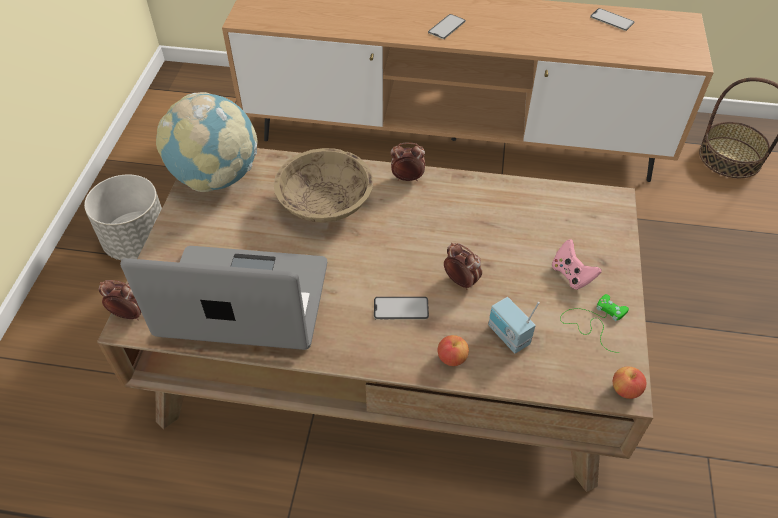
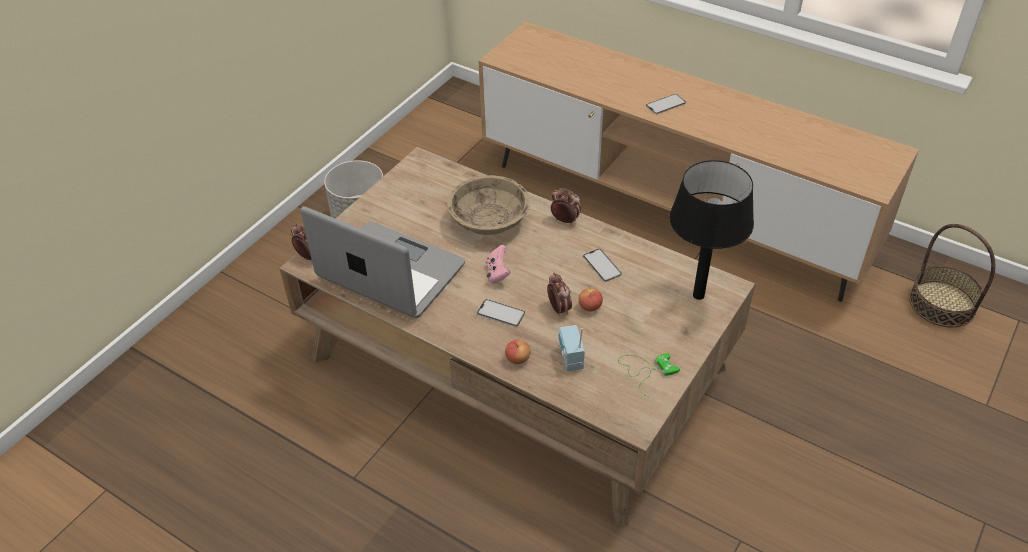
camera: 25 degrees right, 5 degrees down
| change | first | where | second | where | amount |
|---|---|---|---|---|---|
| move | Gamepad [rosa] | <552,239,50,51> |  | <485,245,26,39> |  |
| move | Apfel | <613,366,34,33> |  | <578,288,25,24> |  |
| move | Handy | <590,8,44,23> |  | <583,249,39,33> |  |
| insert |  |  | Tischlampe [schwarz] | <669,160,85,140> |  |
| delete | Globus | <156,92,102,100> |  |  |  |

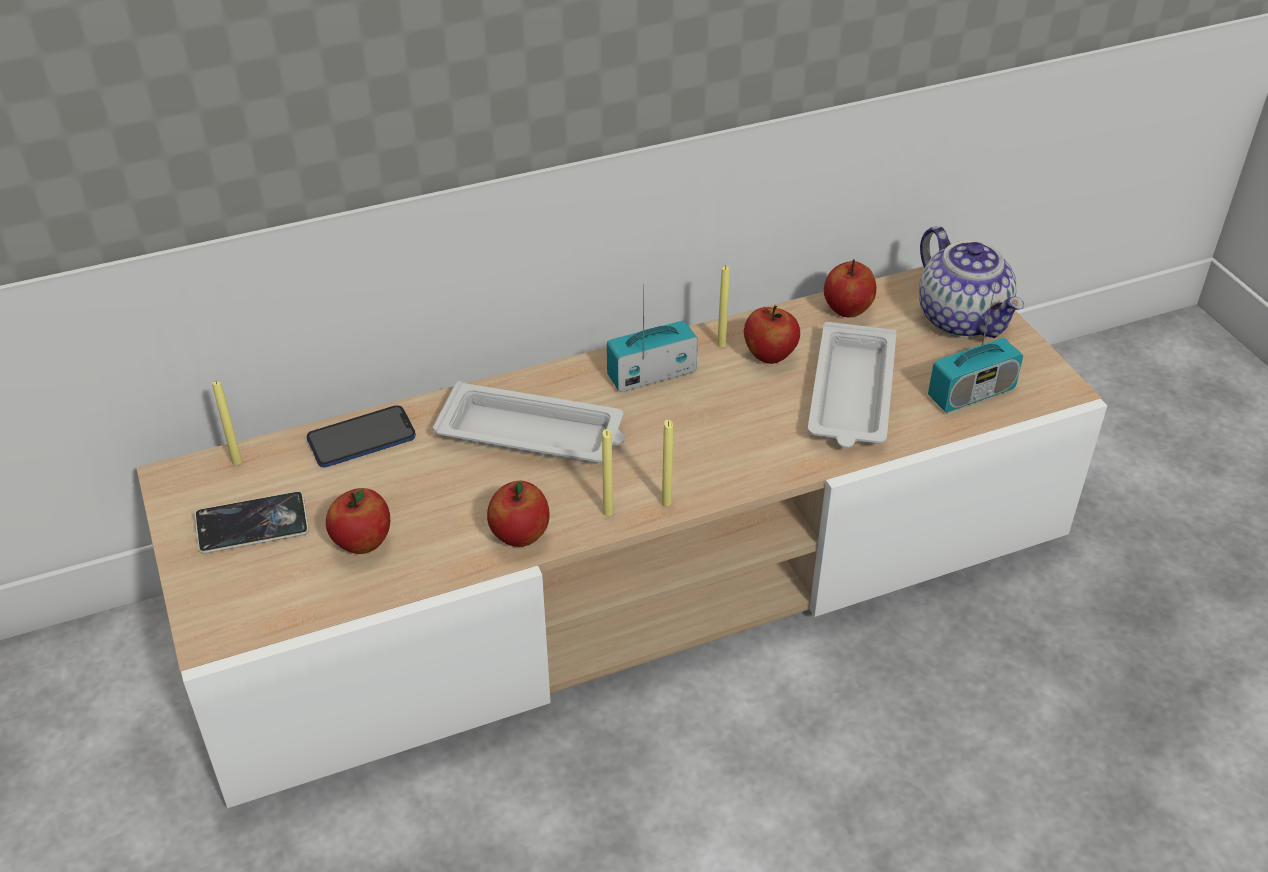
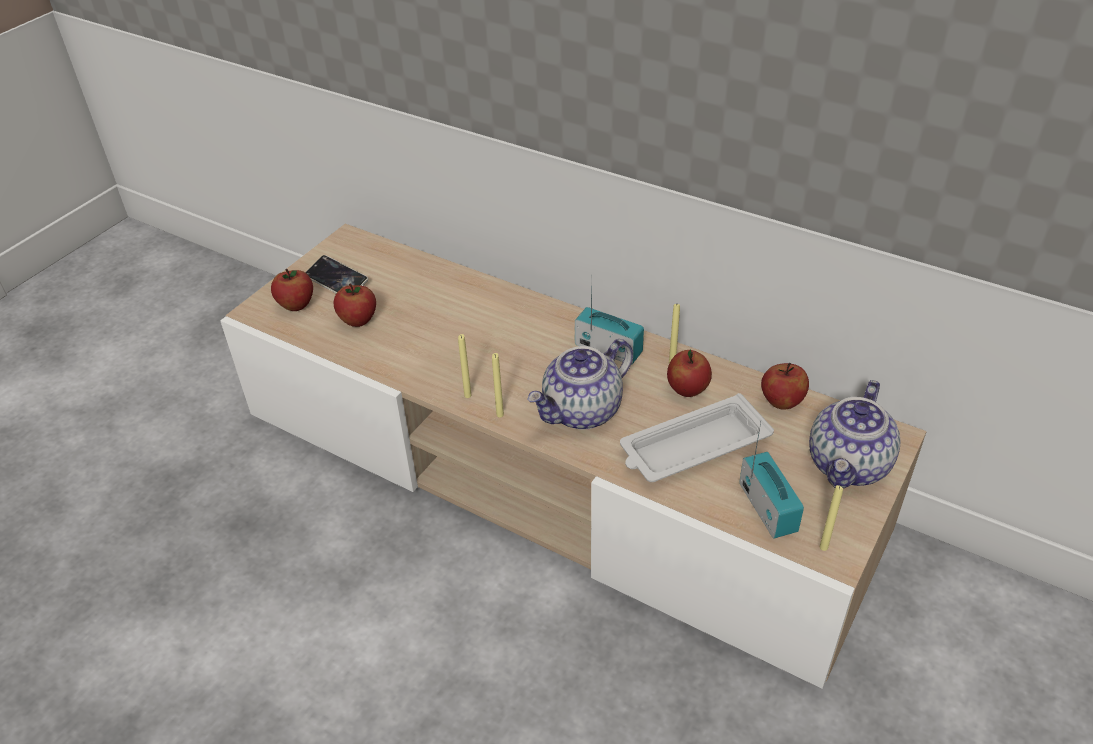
camera: 55 degrees right, 0 degrees up
| change | first | where | second | where | amount |
|---|---|---|---|---|---|
| move | Apfel | <487,481,63,66> |  | <271,269,42,42> |  |
| insert |  |  | Teekanne | <527,339,106,90> |  |
| rotate | Radio | <928,275,95,137> |  | <740,422,64,117> | 135 degrees counterclockwise |
| move | Kerze [gelb] | <212,382,30,83> |  | <819,485,24,66> |  |
| delete | Handy | <307,405,109,63> |  |  |  |
| delete | Tablett [weiß] | <433,381,192,82> |  |  |  |

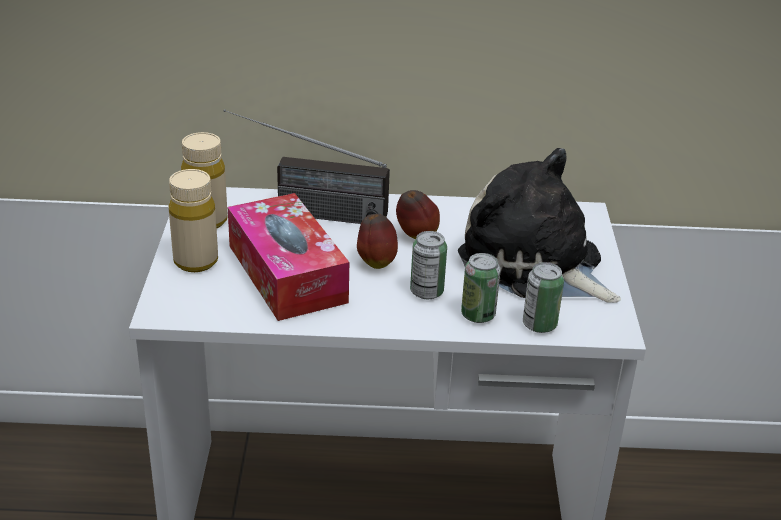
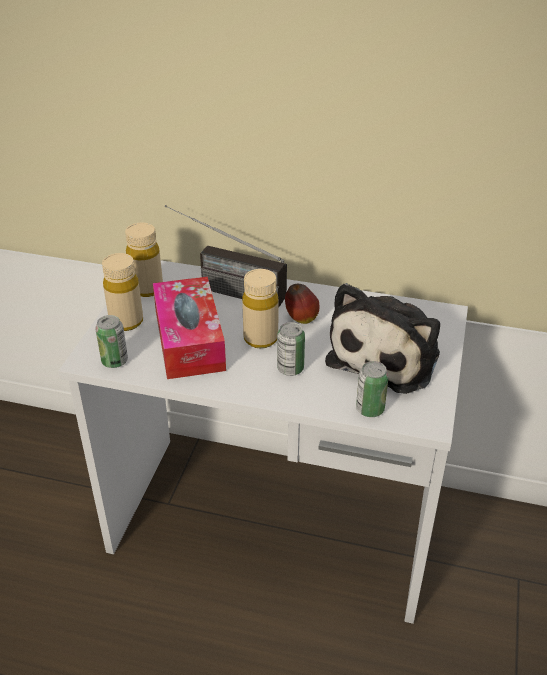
camera: 15 degrees right, 5 degrees up
| change | first | where | second | where | amount |
|---|---|---|---|---|---|
| move | Dose | <461,253,40,70> |  | <95,315,33,53> |  |
| replace | Apfel | <357,214,41,55> | Flasche [beige] | <242,269,36,79> |  |
| rotate | Plüschtier | <458,148,163,155> |  | <325,283,115,111> | 120 degrees counterclockwise |

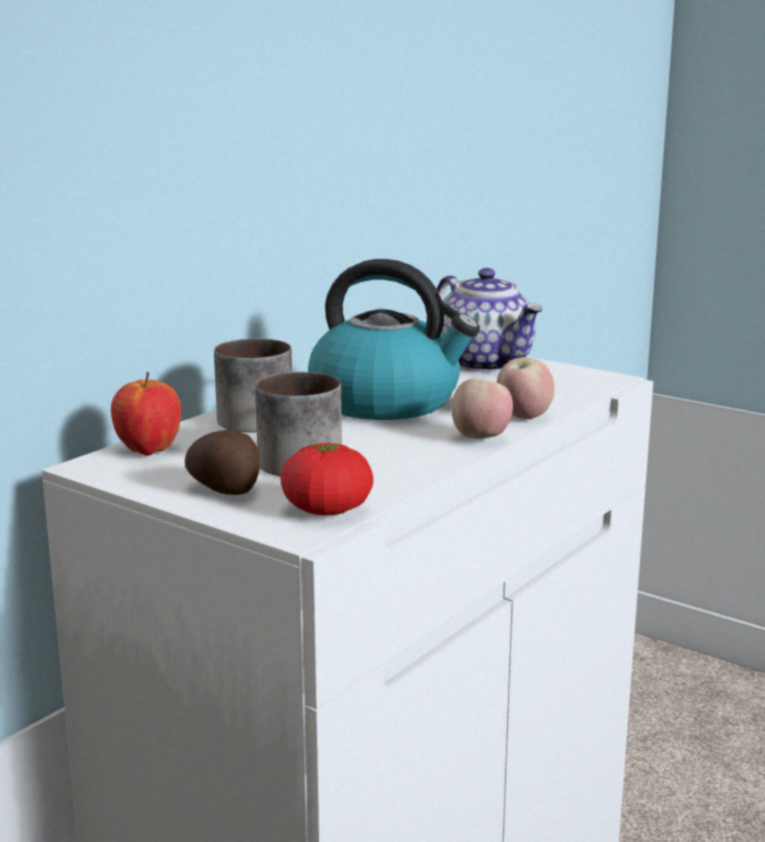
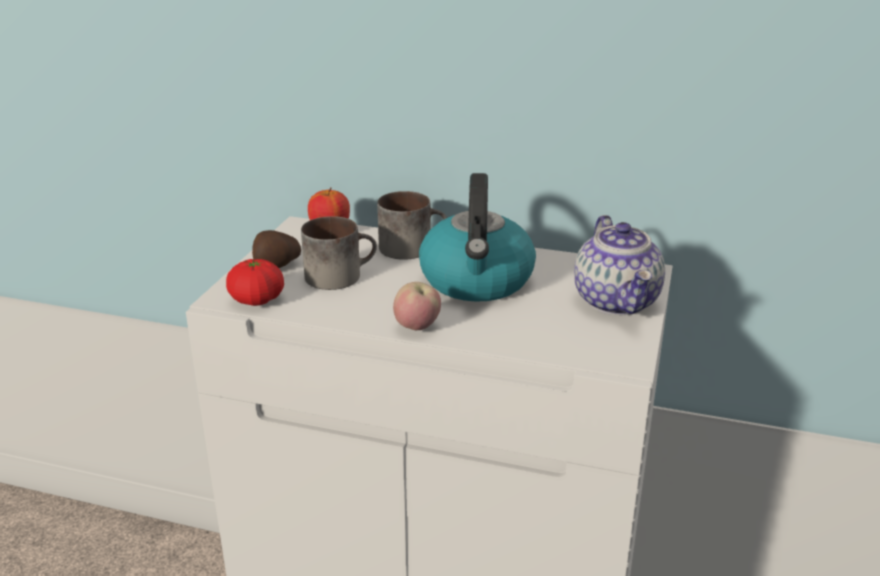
camera: 70 degrees right, 10 degrees up
| change | first | where | second | where | amount |
|---|---|---|---|---|---|
| rotate | Teekanne | <437,268,106,104> |  | <574,215,91,100> | 45 degrees counterclockwise |
| delete | Apfel | <497,357,58,62> |  |  |  |

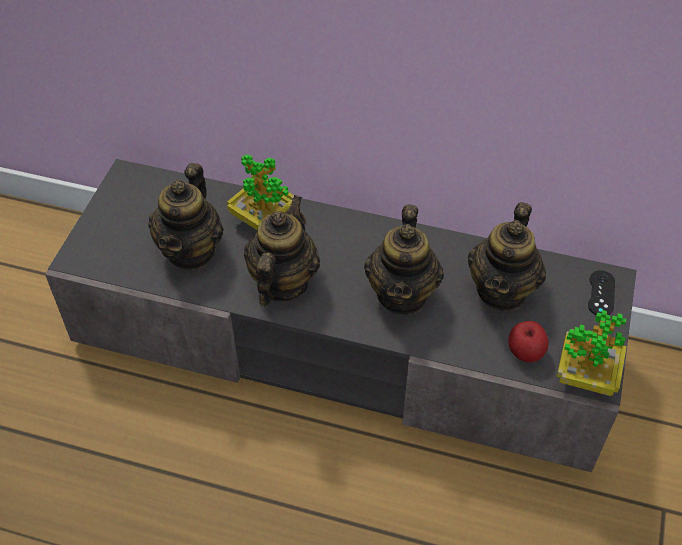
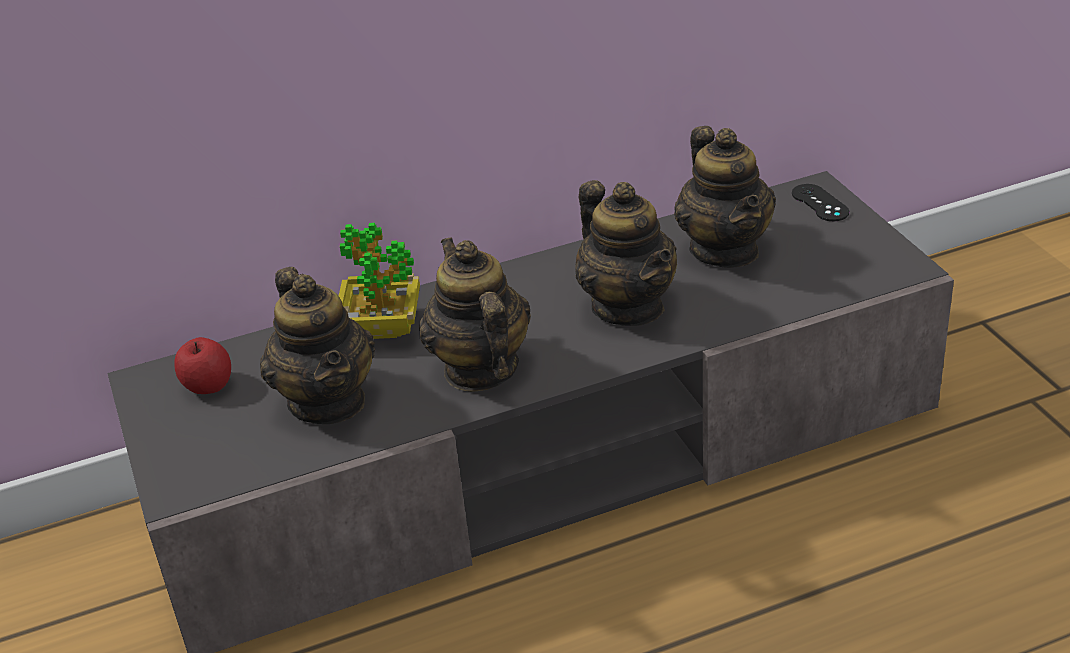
camera: 35 degrees left, 15 degrees down
| change | first | where | second | where | amount |
|---|---|---|---|---|---|
| move | Apfel | <509,321,40,42> |  | <174,337,57,57> |  |
| delete | Topfpflanze | <556,310,71,86> |  |  |  |

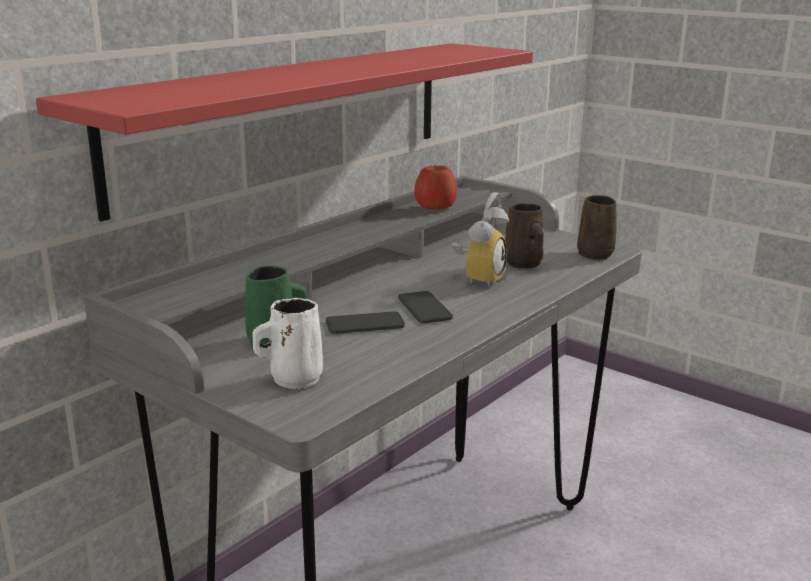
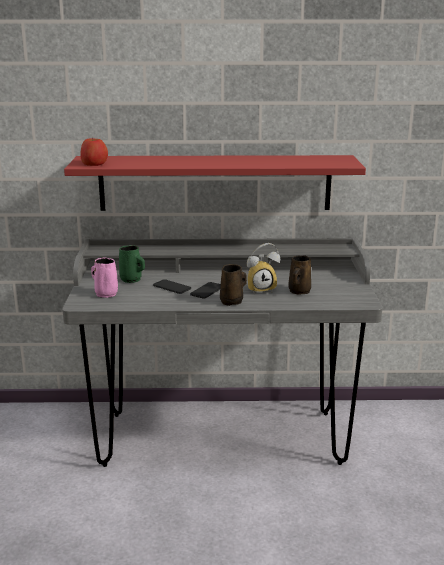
camera: 50 degrees right, 0 degrees up
| change | first | where | second | where | amount |
|---|---|---|---|---|---|
| move | Apfel | <414,165,43,44> |  | <81,137,27,29> |  |
| recolor | Henkelbecher [weiß] | <253,298,70,92> | Henkelbecher [rosa] | <91,257,27,41> |  |
| move | Henkelbecher [braun] | <577,195,40,65> |  | <220,264,27,42> |  |

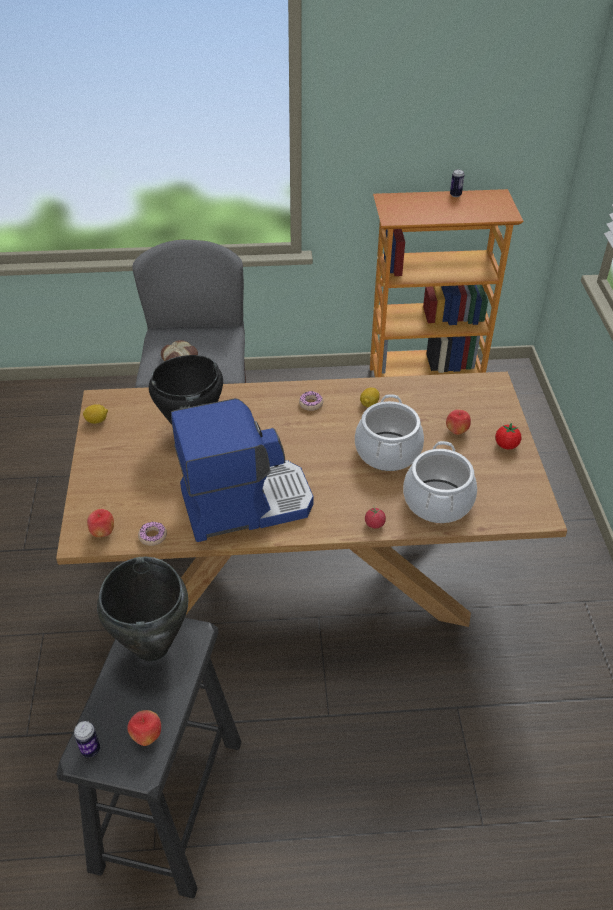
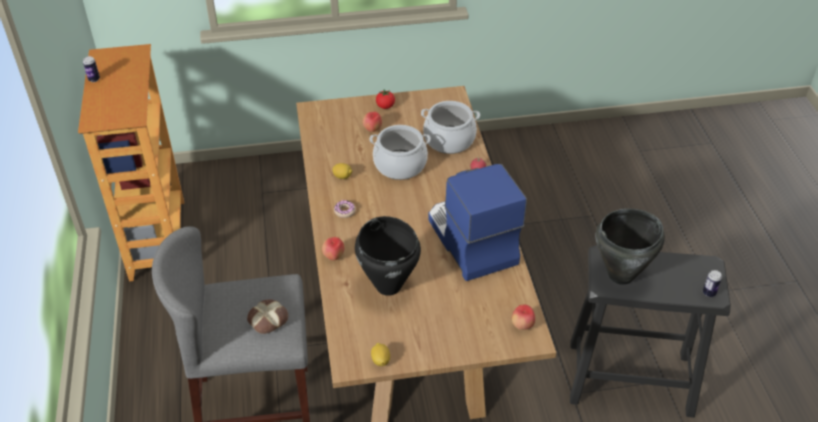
camera: 95 degrees left, 0 degrees up
| change | first | where | second | where | amount |
|---|---|---|---|---|---|
| move | Apfel | <127,710,34,36> |  | <322,237,23,24> |  |
| delete | Donut | <138,522,29,24> |  |  |  |

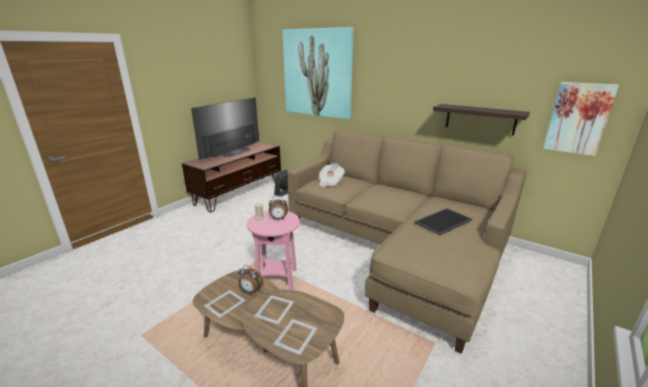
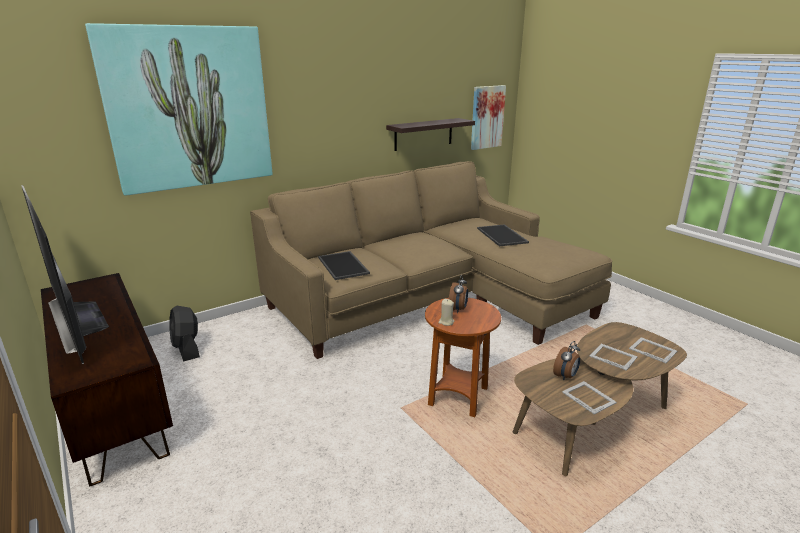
camera: 70 degrees left, 0 degrees up
| change | first | where | second | where | amount |
|---|---|---|---|---|---|
| replace | Zeitung | <318,163,27,24> | Tablett | <318,251,52,29> |  |
| recolor | Beistelltisch [rosa] | <247,211,53,78> | Beistelltisch [braun] | <425,298,76,119> |  |

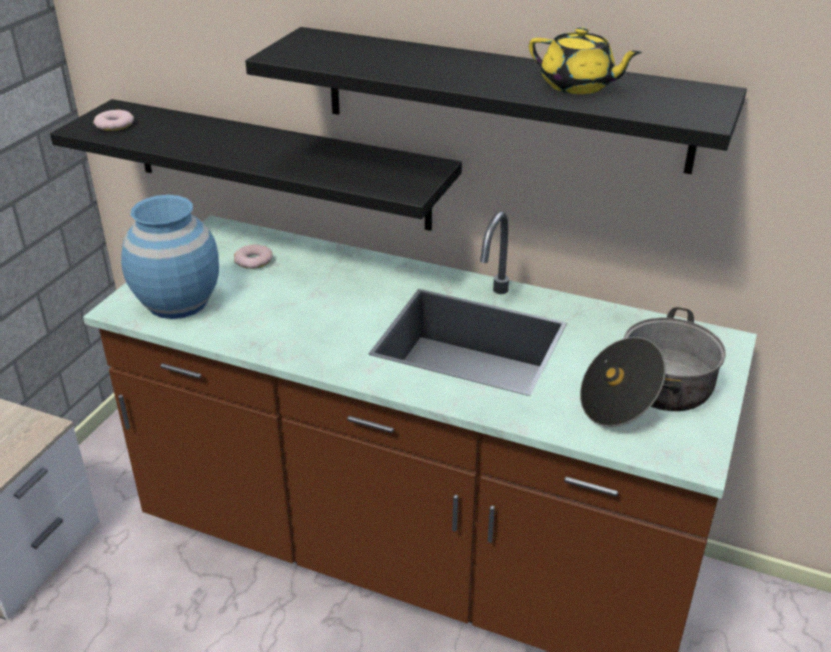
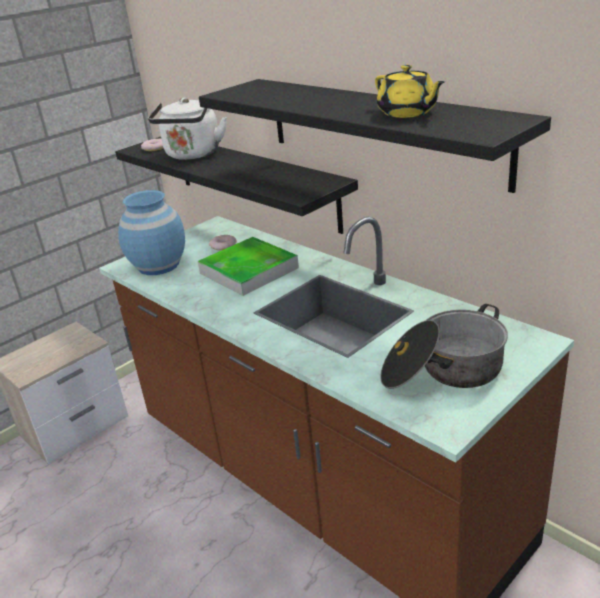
camera: 25 degrees right, 5 degrees down
| change | first | where | second | where | amount |
|---|---|---|---|---|---|
| insert |  |  | Wasserkessel [weiß] | <148,98,79,62> |  |
| insert |  |  | Tablett | <198,237,101,59> |  |

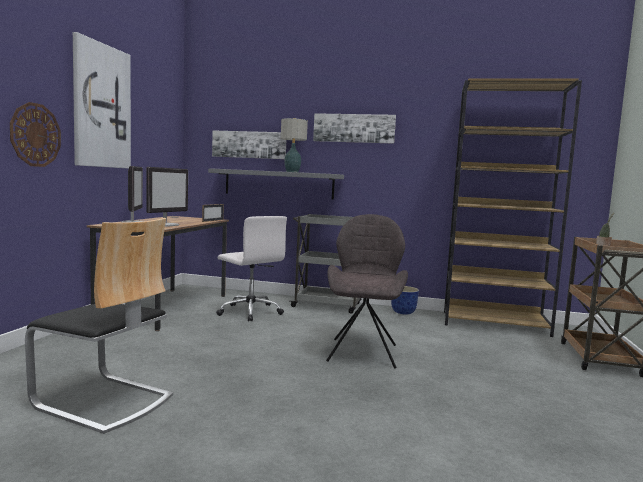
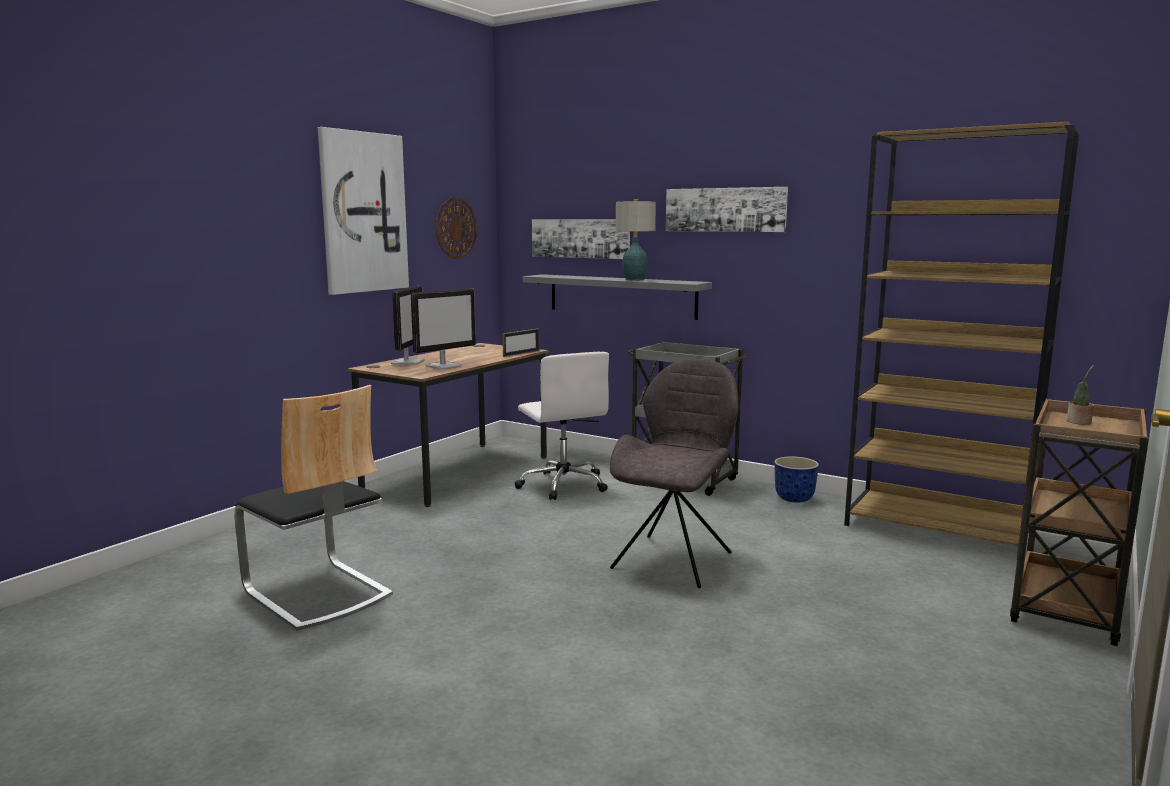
camera: 20 degrees right, 5 degrees up
| change | first | where | second | where | amount |
|---|---|---|---|---|---|
| move | Wanduhr | <10,102,51,65> |  | <436,198,41,61> |  |

